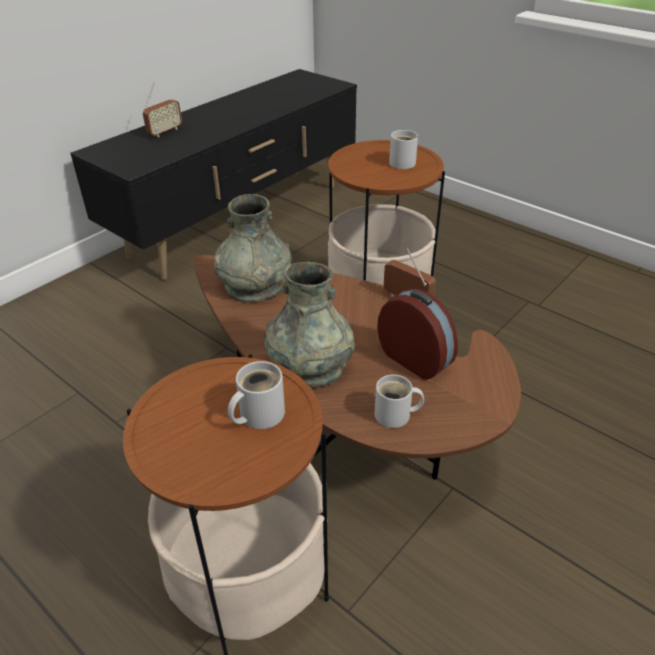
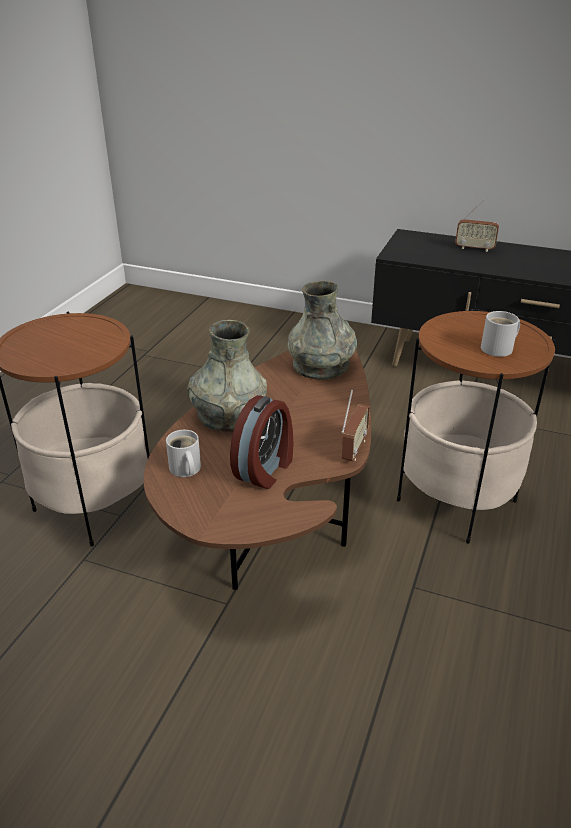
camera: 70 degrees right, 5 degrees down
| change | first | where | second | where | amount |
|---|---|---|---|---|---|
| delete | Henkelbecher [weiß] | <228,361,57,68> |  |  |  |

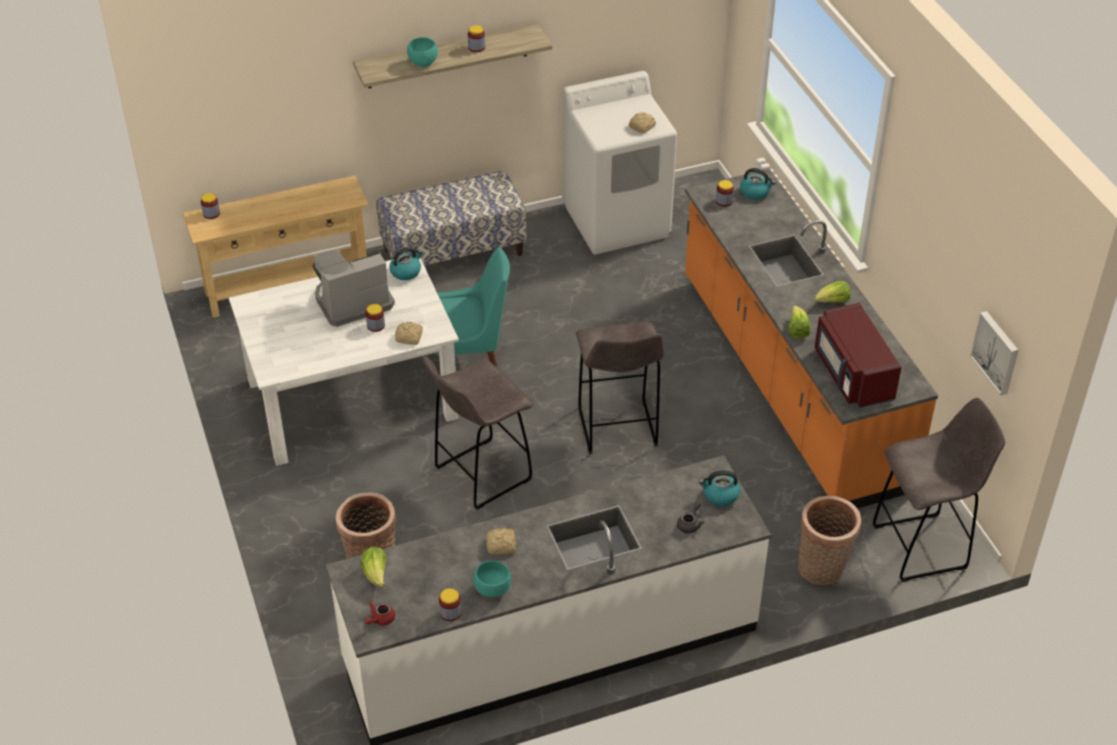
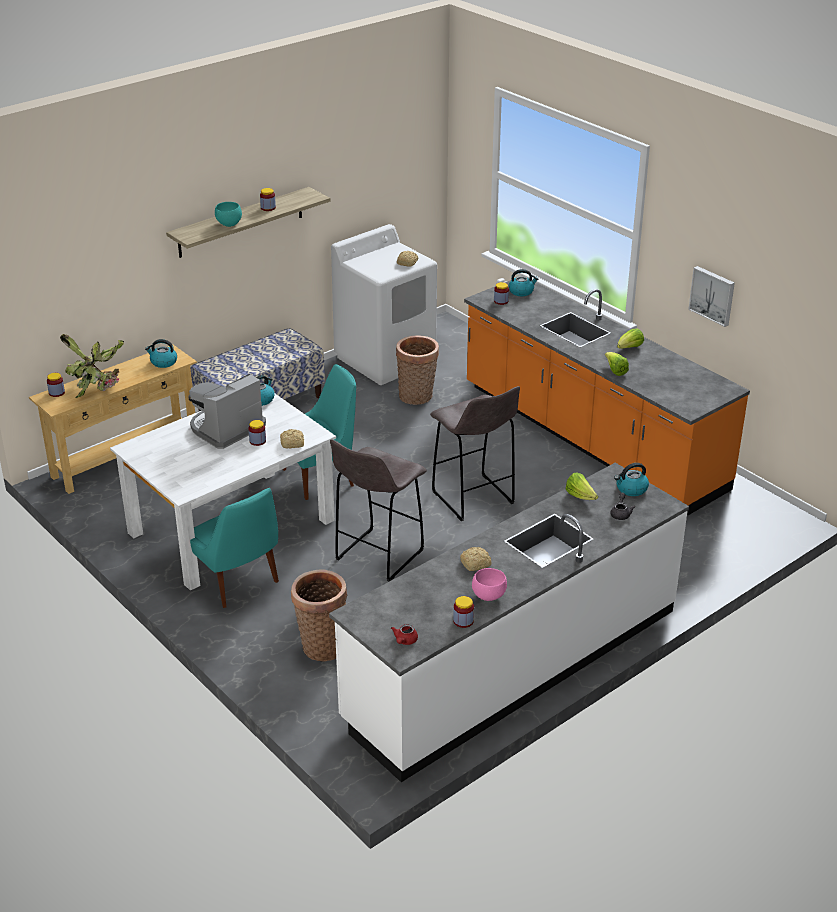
camera: 20 degrees left, 10 degrees down
| change | first | where | second | where | amount |
|---|---|---|---|---|---|
| insert |  |  | Topfpflanze | <60,334,64,64> |  |
| insert |  |  | Wasserkessel | <145,339,32,29> |  |
| insert |  |  | Stuhl [türkis] | <190,488,89,120> |  |
| move | Korb | <798,496,63,89> |  | <396,335,43,70> |  |
| recolor | Schüssel [türkis] | <473,561,38,37> | Schüssel [rosa] | <472,568,35,33> |  |
| move | Salatkopf | <361,547,26,40> |  | <566,472,32,28> |  |
| move | Bild | <970,311,48,84> |  | <688,266,47,61> |  |
| delete | Mikrowelle [rot] | <815,303,87,105> |  |  |  |
| delete | Hocker [grau] | <873,398,132,184> |  |  |  |

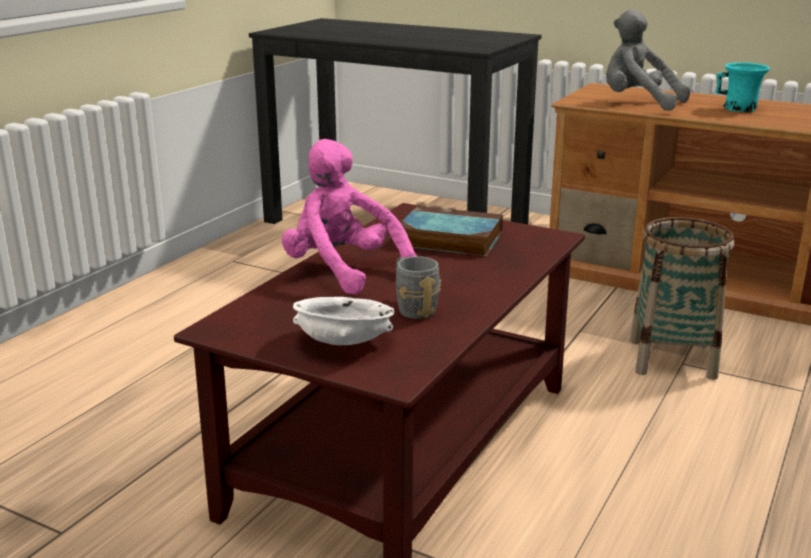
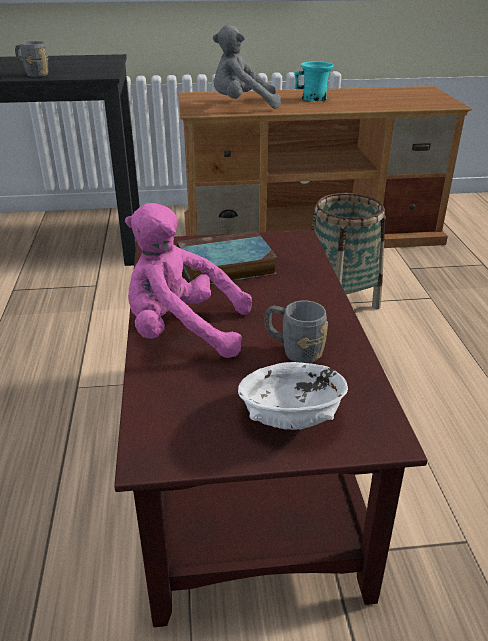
camera: 35 degrees left, 10 degrees up
| change | first | where | second | where | amount |
|---|---|---|---|---|---|
| insert |  |  | Henkelbecher [grau] | <15,41,33,36> |  |

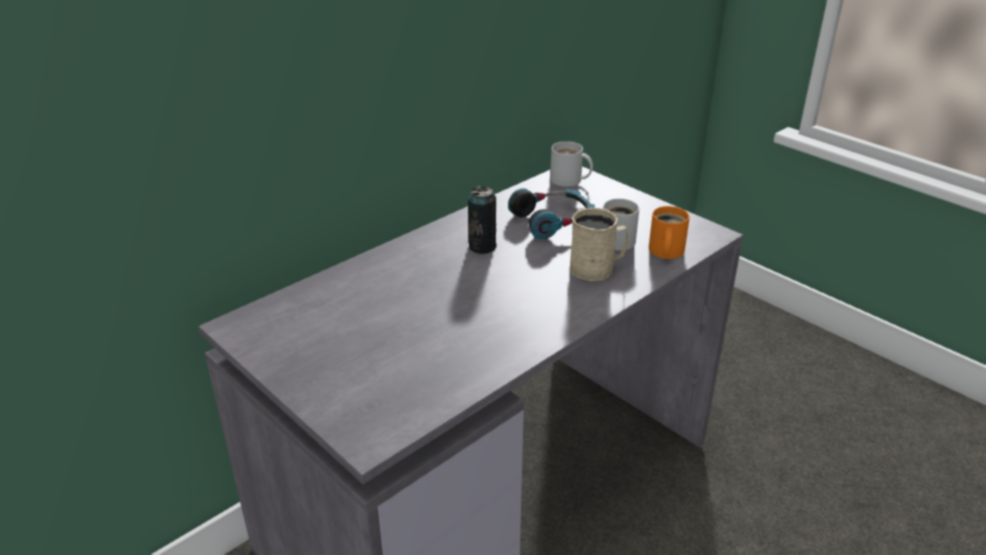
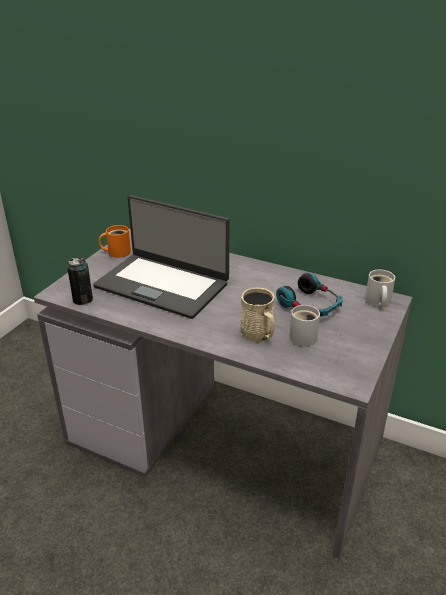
camera: 70 degrees right, 0 degrees up
| change | first | where | second | where | amount |
|---|---|---|---|---|---|
| move | Dose | <468,186,29,68> |  | <67,257,26,48> |  |
| insert |  |  | Laptop | <93,195,136,124> |  |
| move | Henkelbecher [orange] | <649,206,41,53> |  | <99,225,32,33> |  |

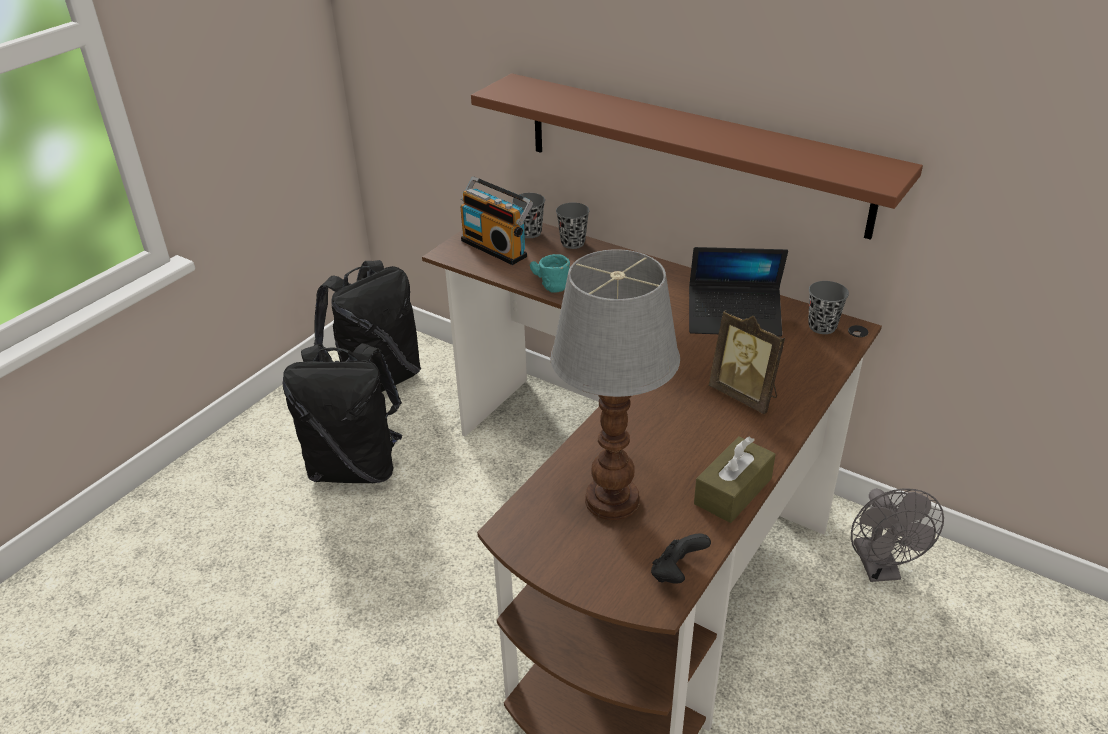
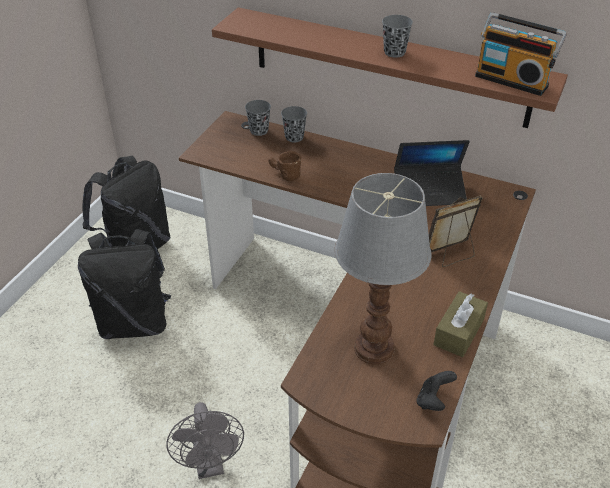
camera: 10 degrees left, 5 degrees up
| change | first | where | second | where | amount |
|---|---|---|---|---|---|
| move | Ventilator [grau] | <851,488,93,94> |  | <166,402,78,77> |  |
| recolor | Henkelbecher [türkis] | <530,254,40,39> | Henkelbecher [braun] | <268,151,33,30> |  |
| move | Tasse [grau] | <808,281,41,53> |  | <382,15,31,43> |  |
| rotate | Bilderrahmen | <709,310,76,104> |  | <429,196,53,71> | 120 degrees clockwise |
| move | Radio | <460,177,73,88> |  | <475,12,91,84> |  |

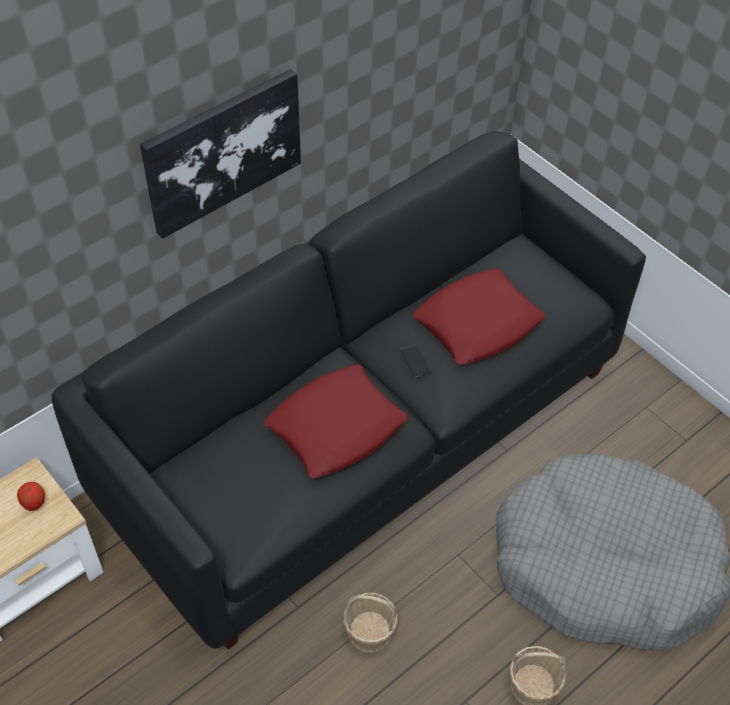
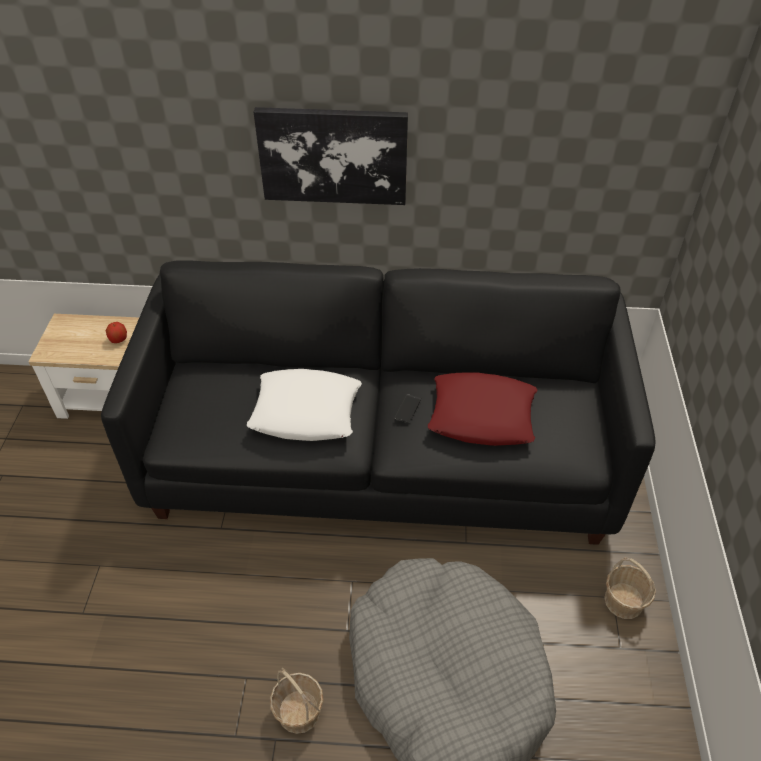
camera: 45 degrees right, 5 degrees down
| change | first | where | second | where | amount |
|---|---|---|---|---|---|
| recolor | Kissen [rot] | <264,364,144,114> | Kissen [weiß] | <247,369,115,72> |  |
| move | Korb | <343,593,55,60> |  | <604,557,52,62> |  |

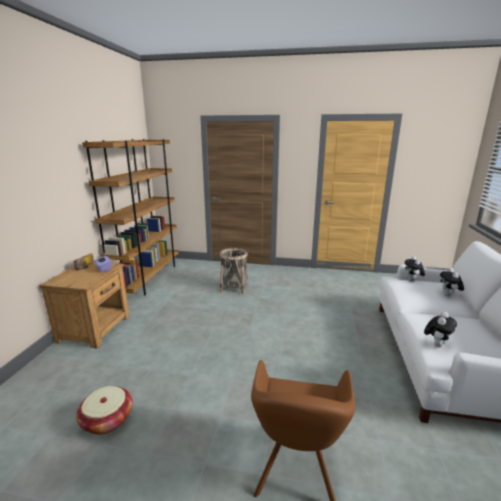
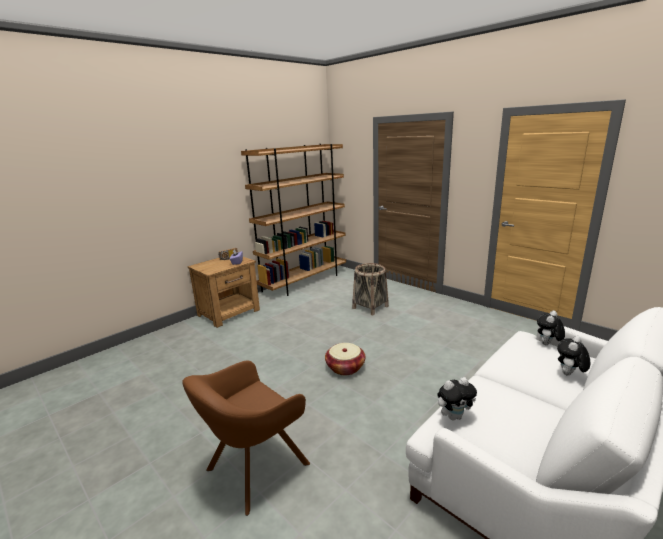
camera: 35 degrees right, 0 degrees up
| change | first | where | second | where | amount |
|---|---|---|---|---|---|
| move | Korb | <76,386,57,49> |  | <325,343,40,32> |  |

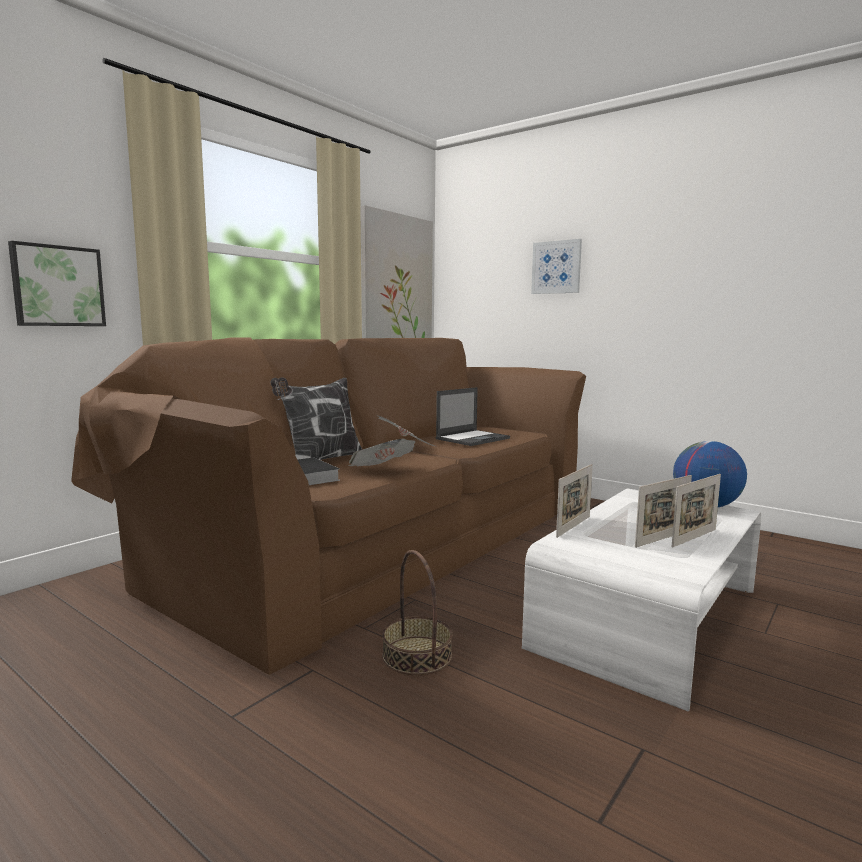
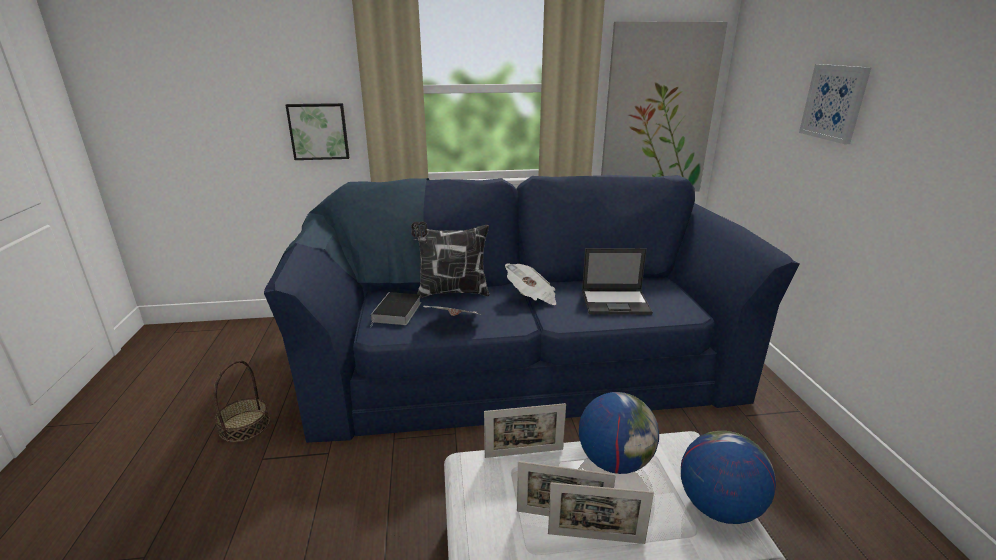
camera: 45 degrees right, 15 degrees up
| change | first | where | second | where | amount |
|---|---|---|---|---|---|
| move | Korb | <382,550,70,125> |  | <214,360,56,82> |  |
| recolor | Sofa [braun] | <71,337,515,338> | Sofa [blau] | <264,175,536,268> |  |
| insert |  |  | Globus | <579,392,80,82> |  |

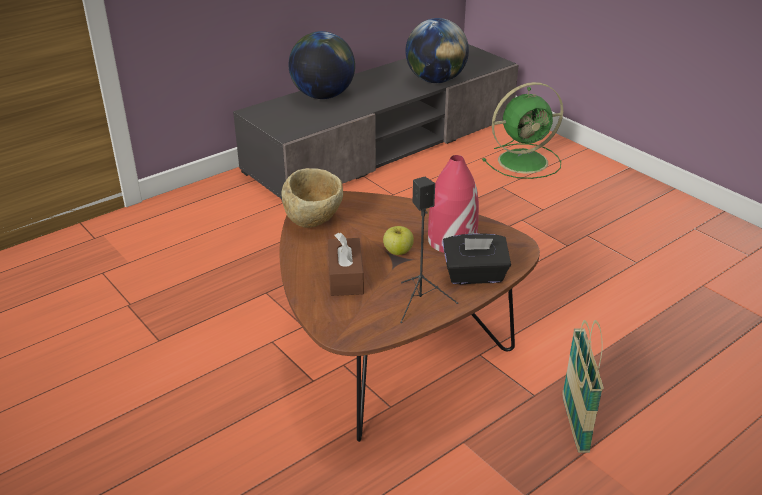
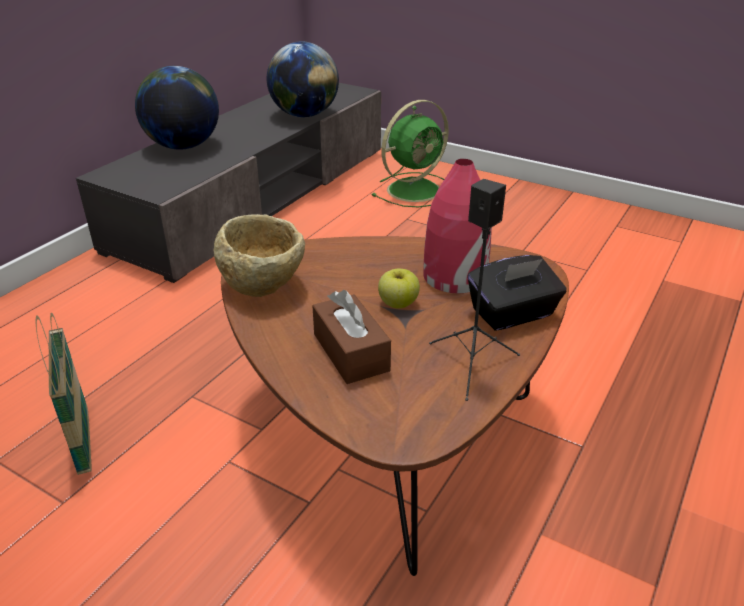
camera: 20 degrees left, 0 degrees up
| change | first | where | second | where | amount |
|---|---|---|---|---|---|
| move | Korb | <562,320,41,133> |  | <36,312,56,163> |  |

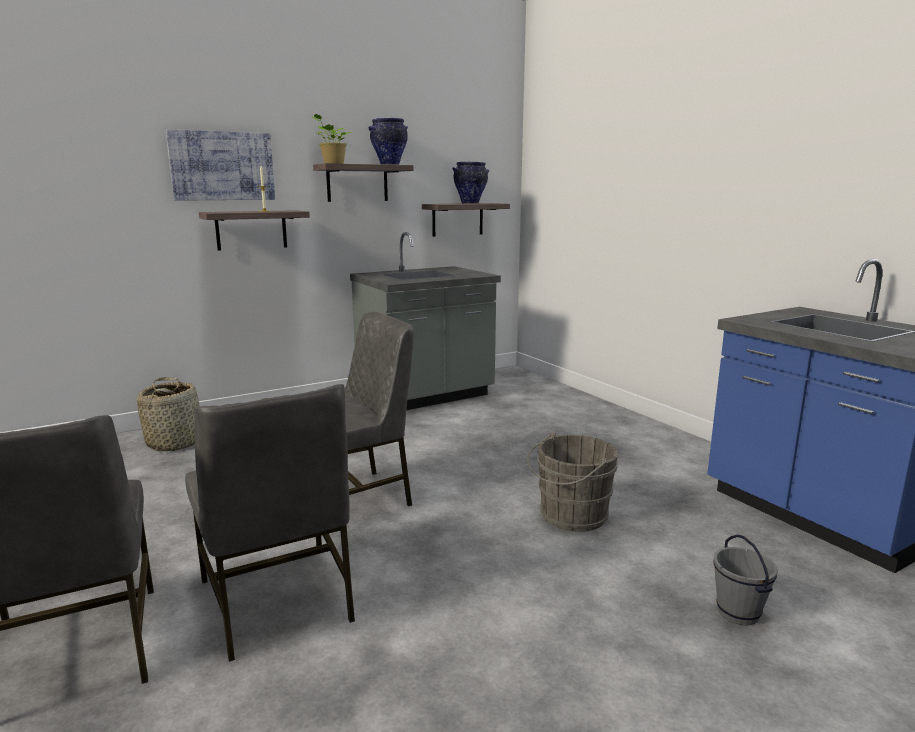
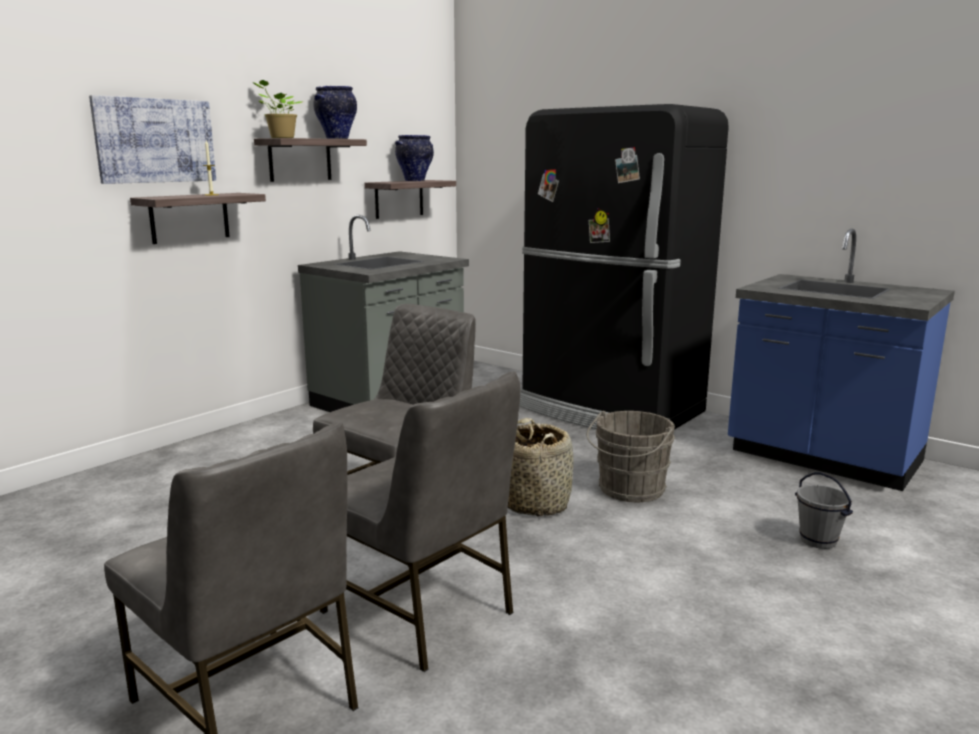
camera: 20 degrees left, 0 degrees up
| change | first | where | second | where | amount |
|---|---|---|---|---|---|
| move | Korb | <137,377,63,74> |  | <508,418,65,99> |  |
| insert |  |  | Kühlschrank [schwarz] | <519,104,210,326> |  |

